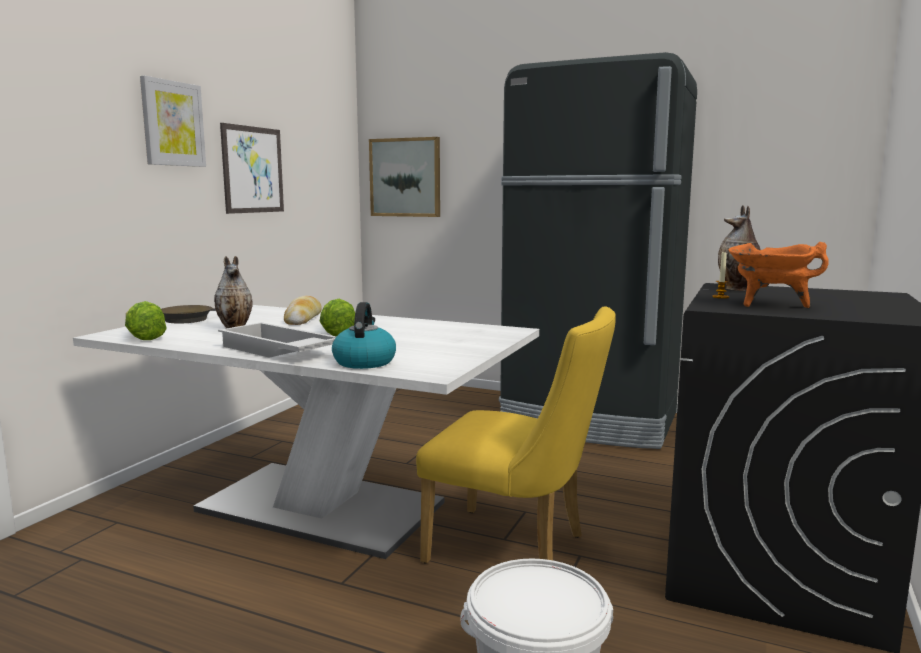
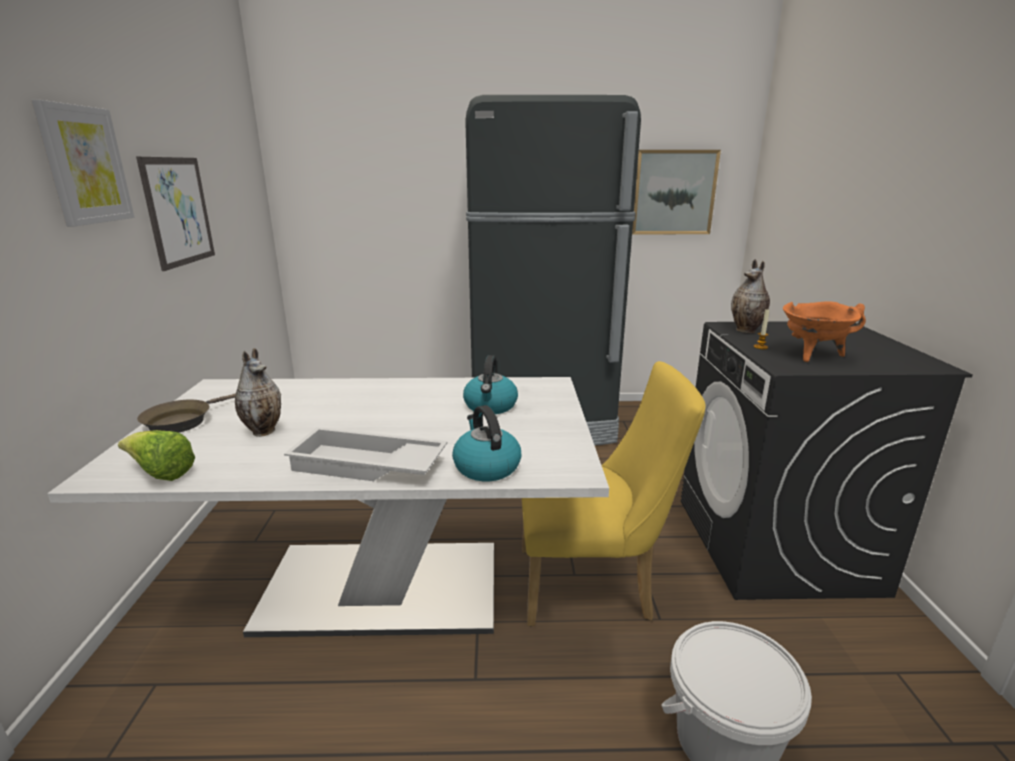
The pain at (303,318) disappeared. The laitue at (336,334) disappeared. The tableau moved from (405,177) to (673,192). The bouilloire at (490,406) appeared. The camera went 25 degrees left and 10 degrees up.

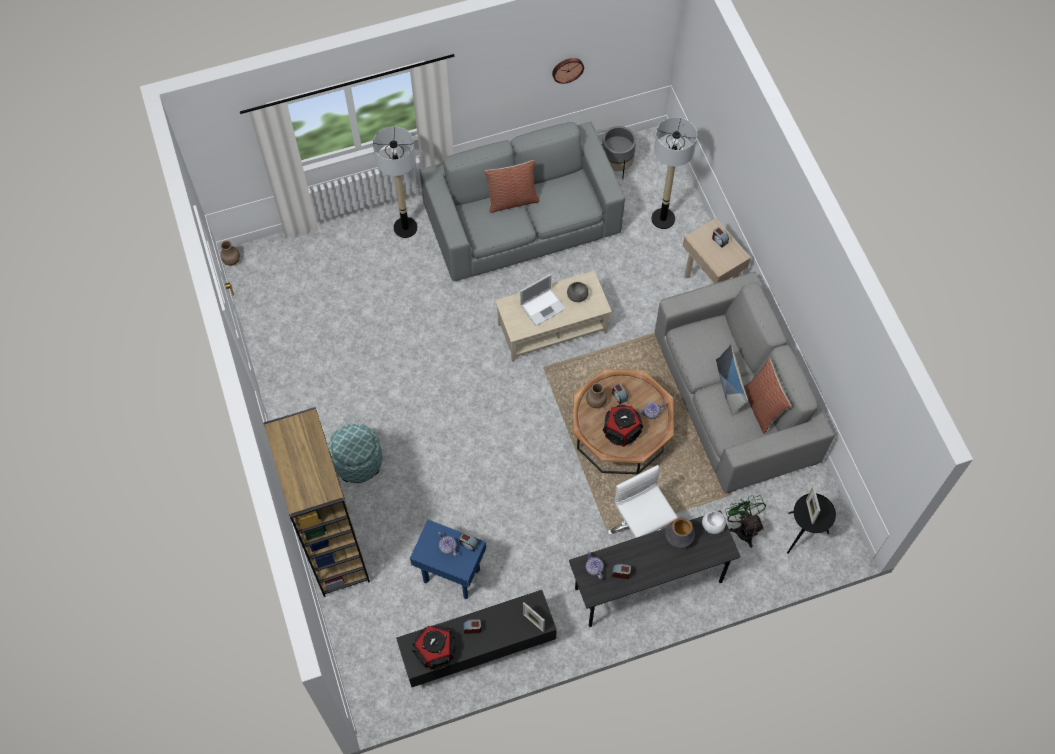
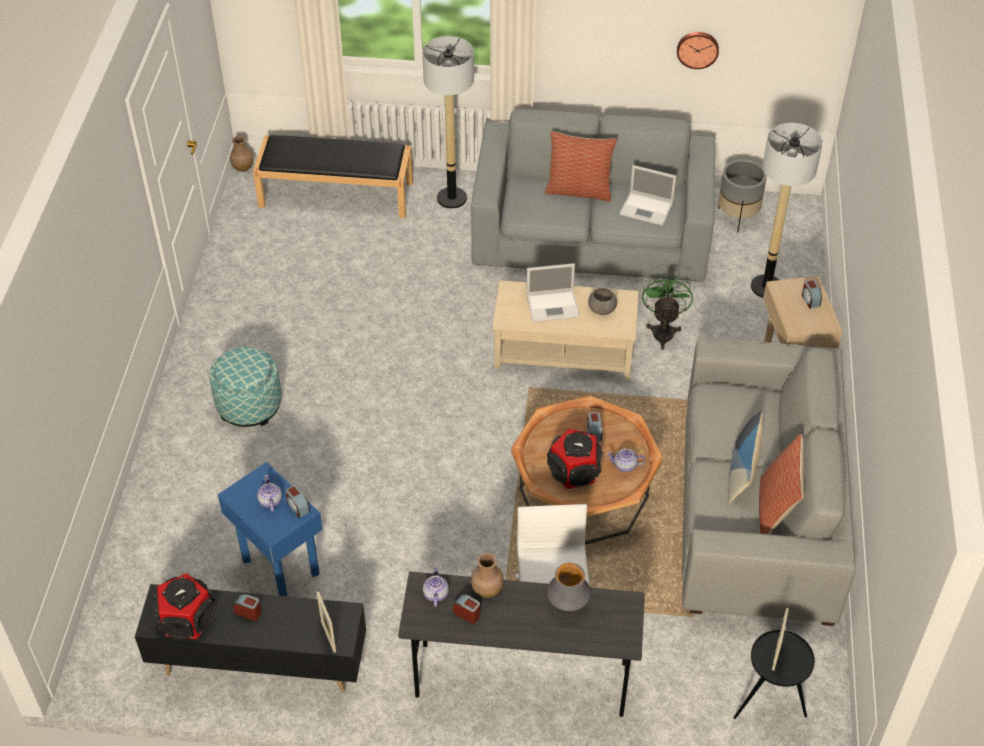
The bibliothèque/marron at (333,547) disappeared. The vase/marron moved from (595,402) to (487,589). The bol/blanc at (712,525) disappeared. The ventilateur/vert moved from (743,528) to (663,330). The banc/noir at (337,194) appeared. The ordinateur portable at (647,209) appeared. The camera went 25 degrees right and 15 degrees down.

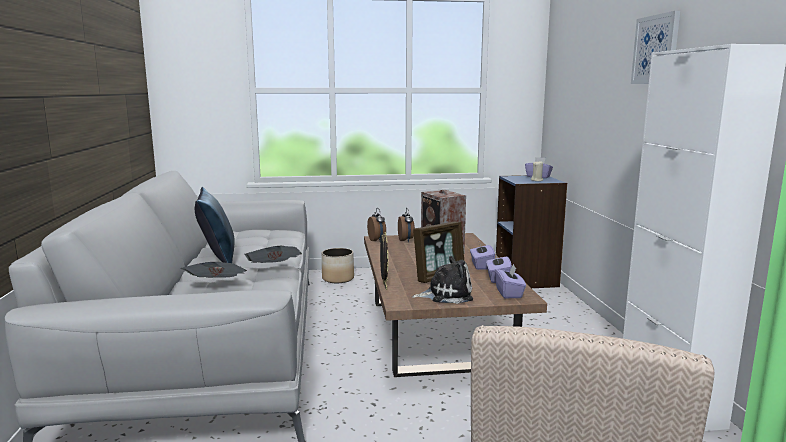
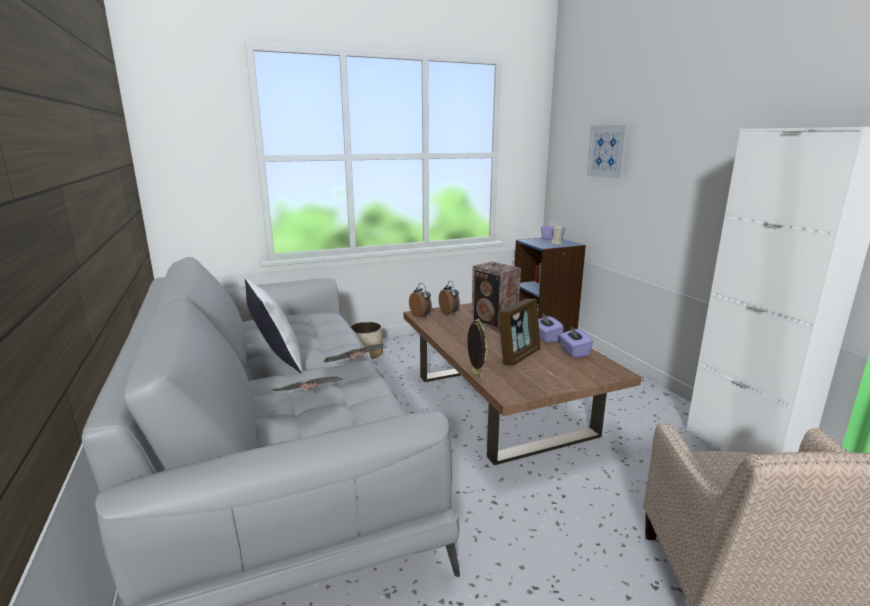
The coussin/bleu at (218,259) became the coussin/blanc at (276,360). The peluche at (446,295) disappeared. The boîte à mouchoirs/violet at (509,293) disappeared. The tableau moved from (656,49) to (608,151). The camera went 15 degrees left and 5 degrees up.

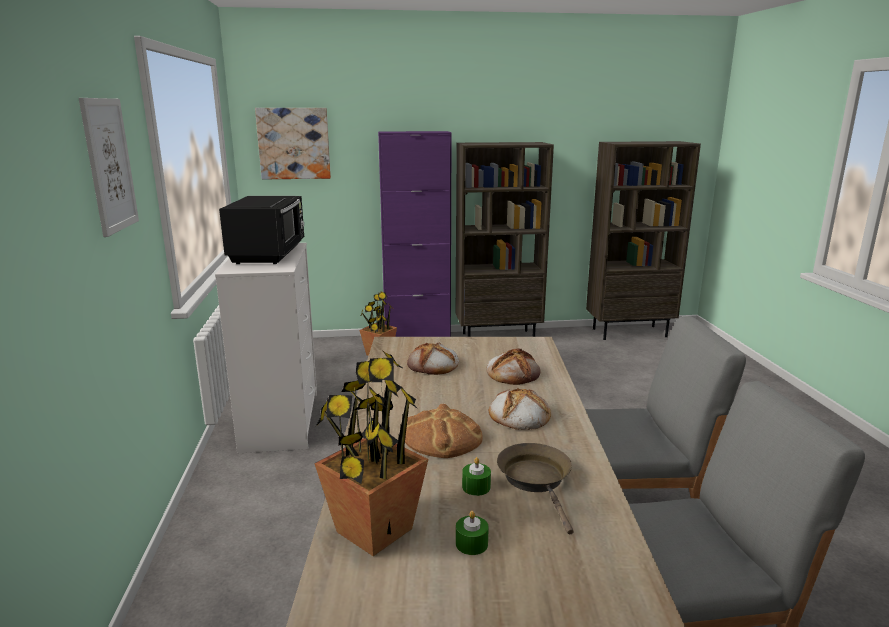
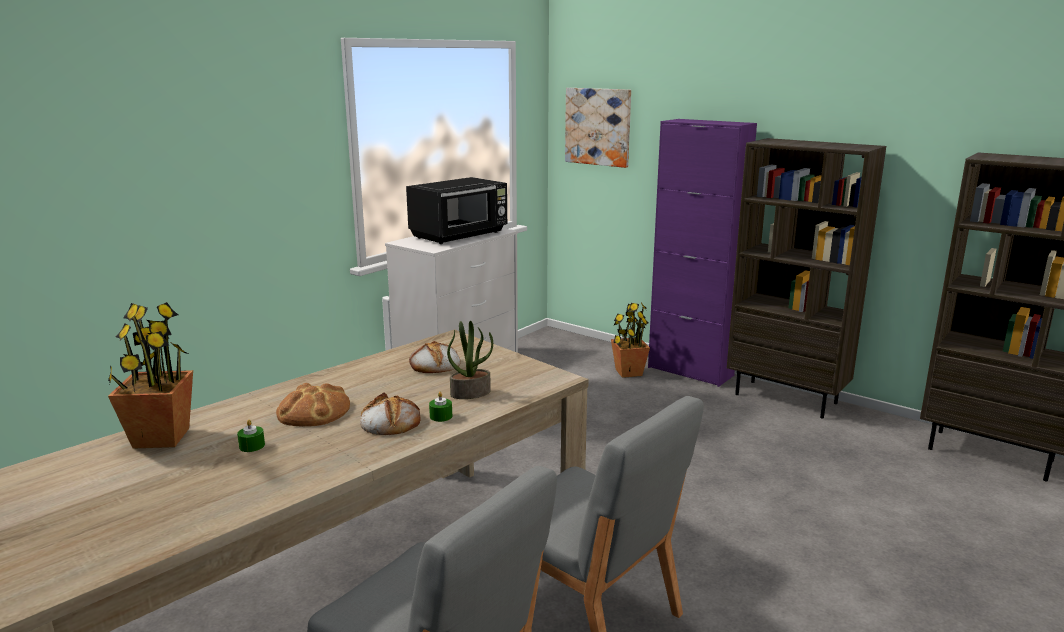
The tableau at (109,165) disappeared. The bougie/vert moved from (471,544) to (441,416). The pain at (513,373) was replaced by the plante en pot at (470,393). The poêle/marron at (536,480) disappeared. The camera went 45 degrees right and 0 degrees up.

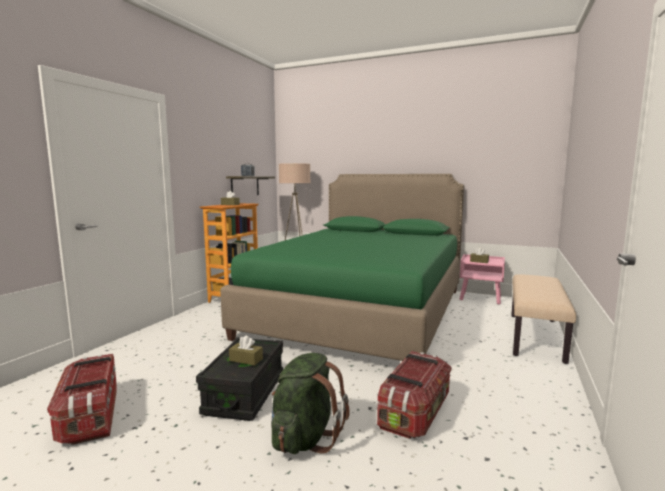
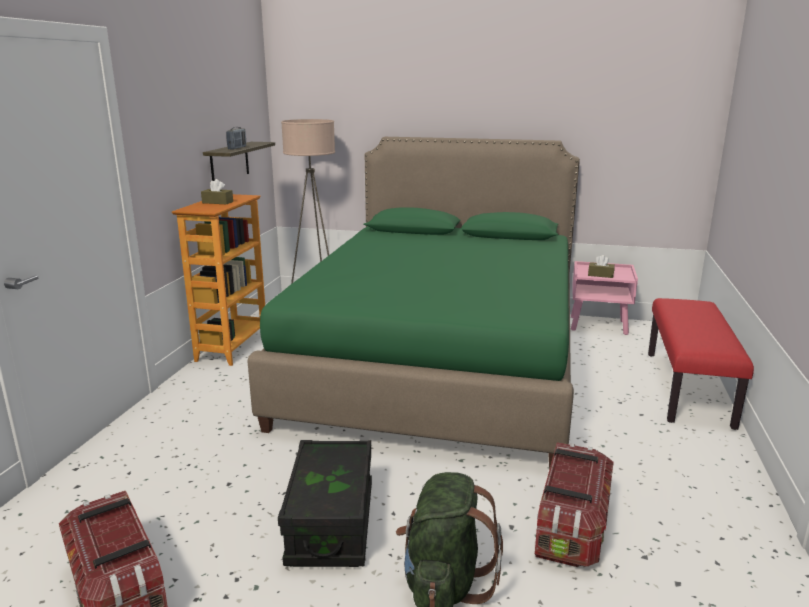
The boîte à mouchoirs/marron at (246,360) disappeared. The banc/beige at (536,337) became the banc/rouge at (688,388). The camera went 10 degrees left and 10 degrees up.

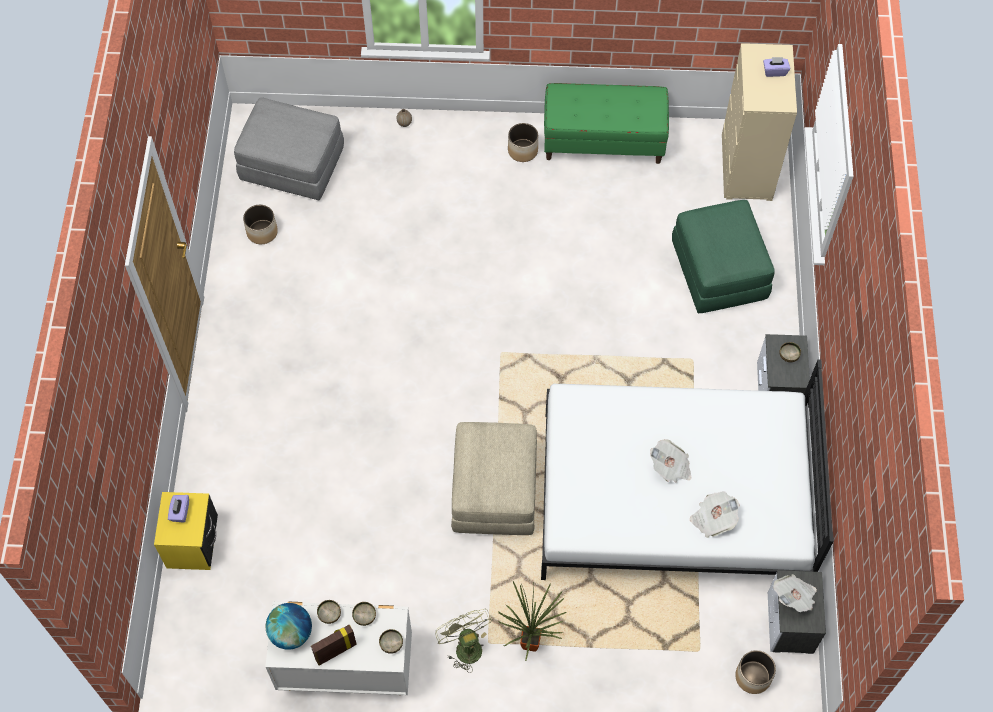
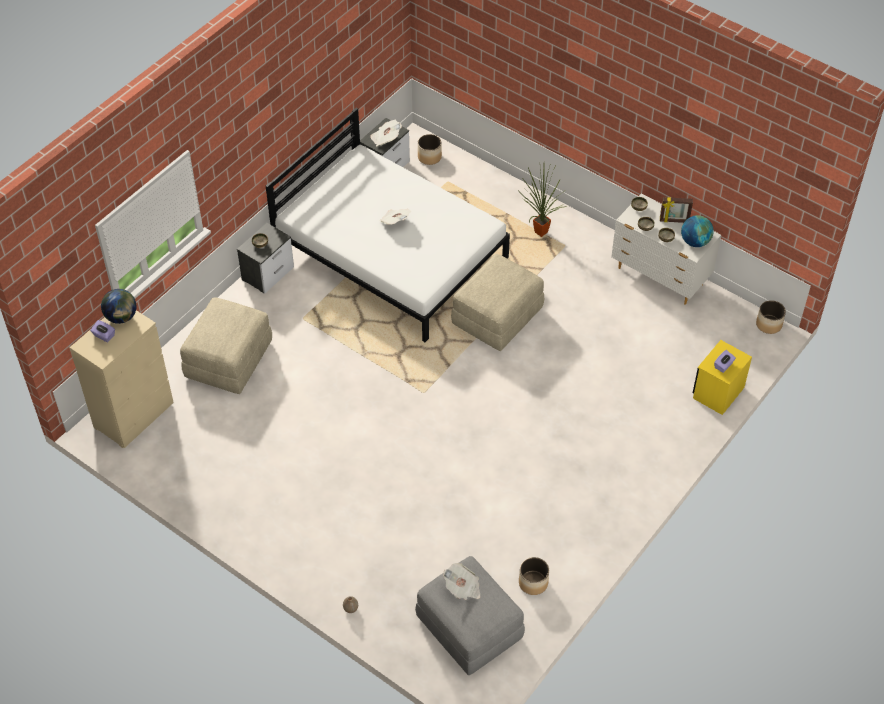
The ventilateur/vert at (465,646) disappeared. The cache-pot moved from (522,150) to (769,325). The banc/vert at (603,141) disappeared. The pouf/vert at (719,271) became the pouf/beige at (228,359). The journal moved from (713,519) to (462,588). The globe at (121,317) appeared. The camera went 145 degrees left and 10 degrees down.

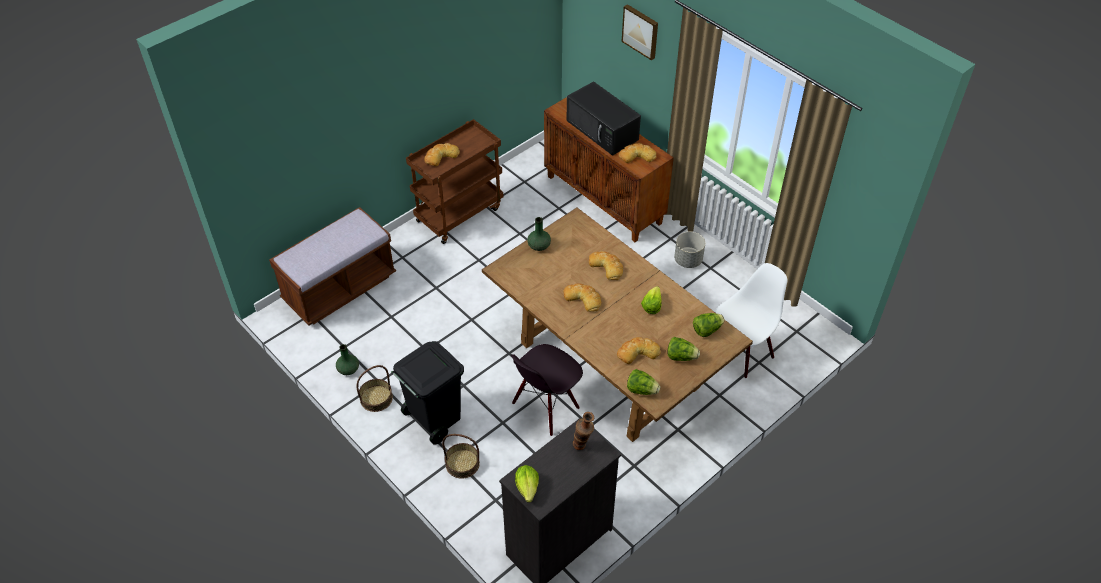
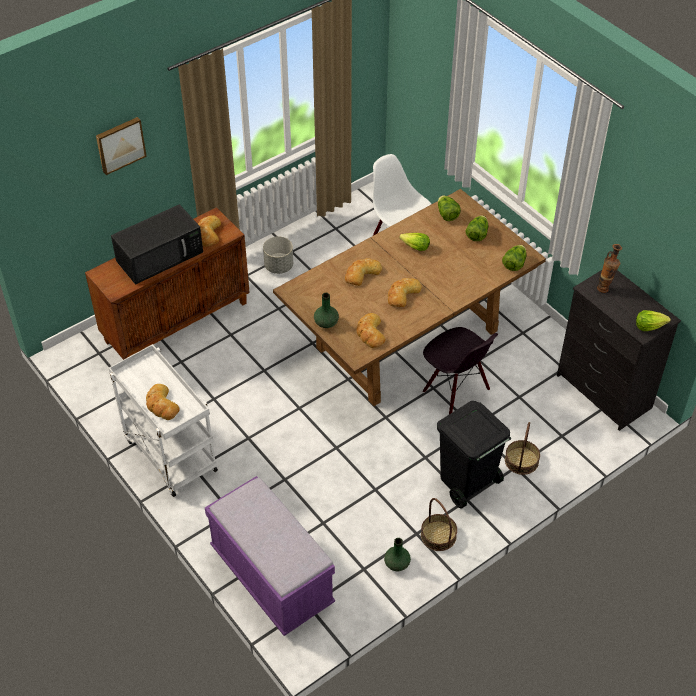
The banc/marron at (339,288) became the banc/violet at (271,577). The chariot/marron at (459,213) became the chariot/blanc at (169,454). The pain moved from (637,352) to (370,333). The camera went 85 degrees left and 0 degrees up.

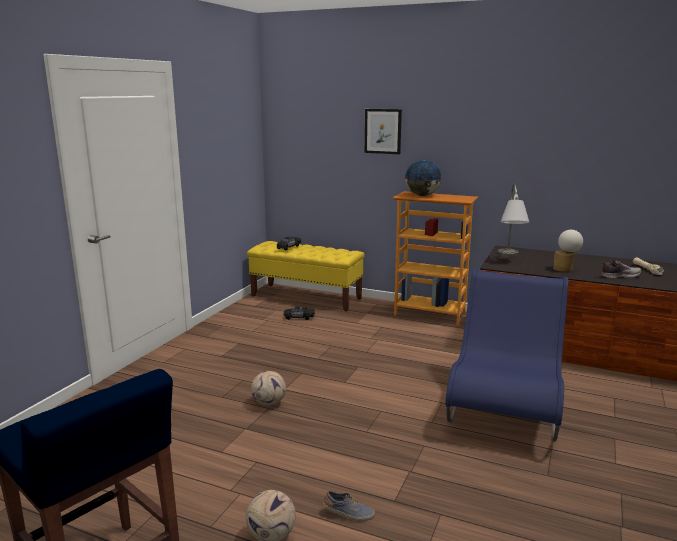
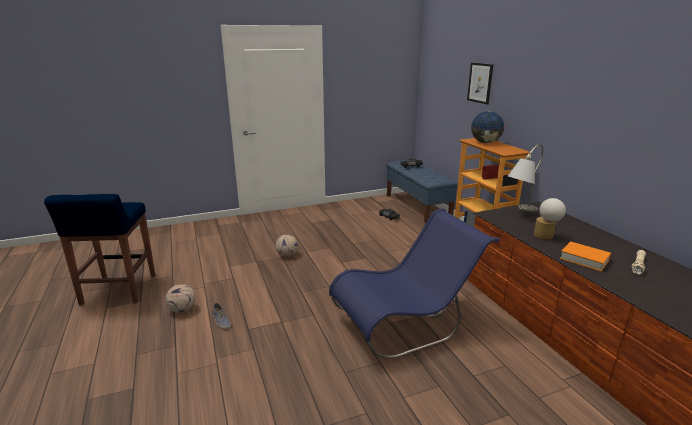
The banc/jaune at (306,297) became the banc/bleu at (417,206). The chaussure at (619,276) was replaced by the livre/orange at (584,259). The camera went 45 degrees right and 5 degrees up.

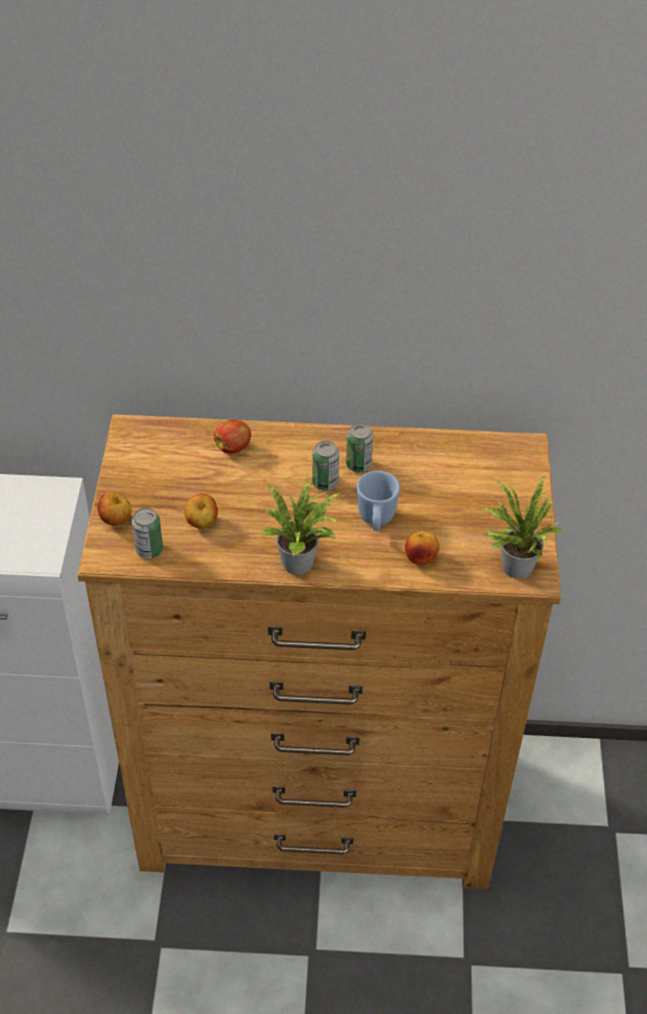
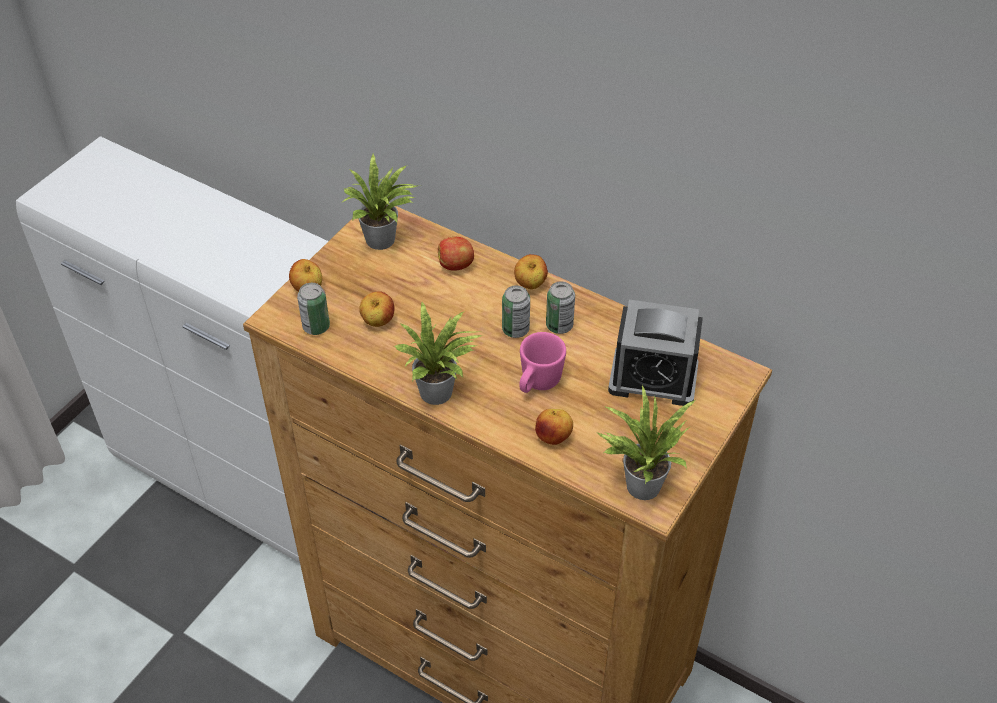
The mug/bleu at (376,520) became the mug/rose at (537,384). The plante en pot at (384,241) appeared. The pomme at (530,285) appeared. The réveil at (653,377) appeared. The camera went 30 degrees right and 0 degrees up.

